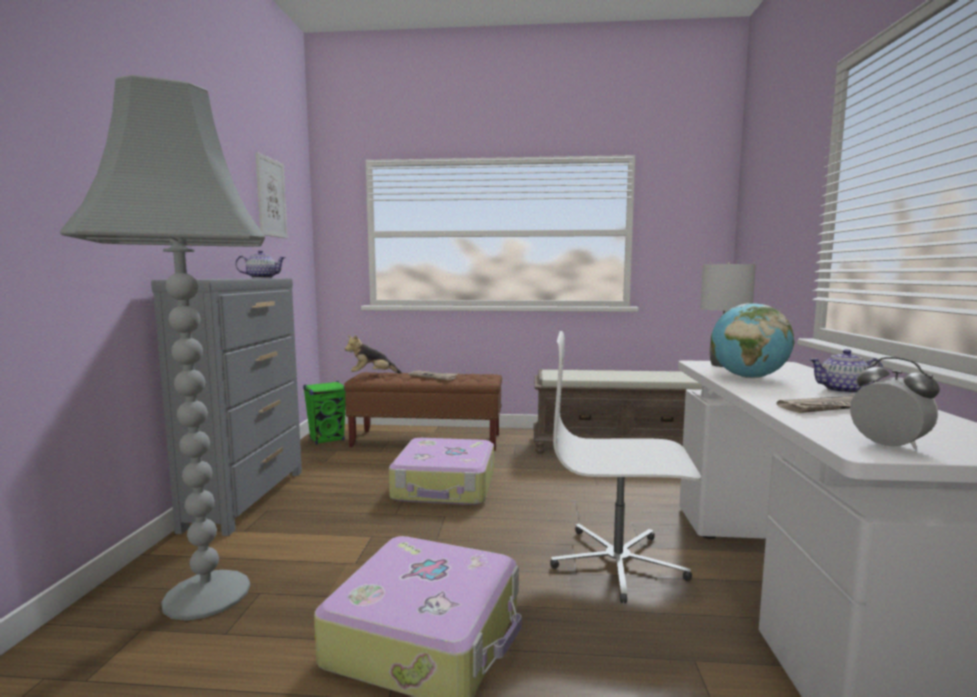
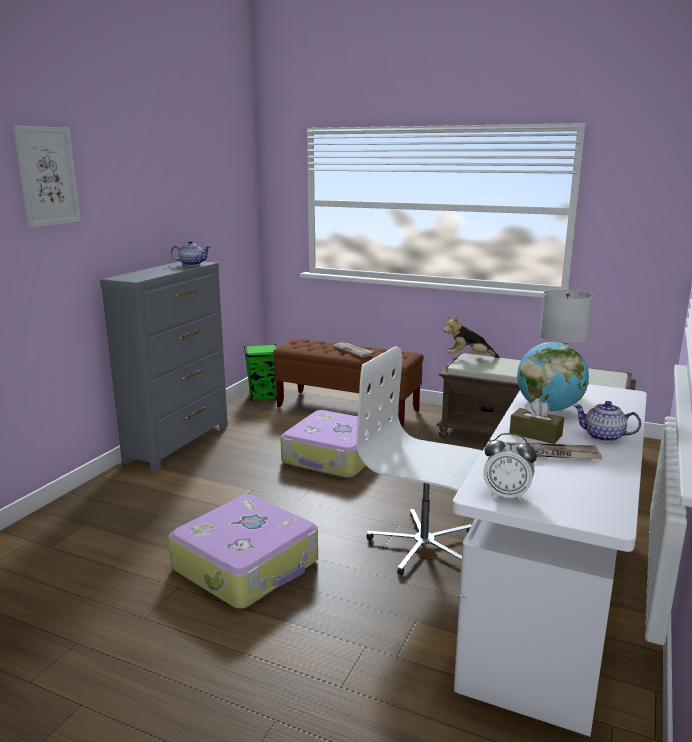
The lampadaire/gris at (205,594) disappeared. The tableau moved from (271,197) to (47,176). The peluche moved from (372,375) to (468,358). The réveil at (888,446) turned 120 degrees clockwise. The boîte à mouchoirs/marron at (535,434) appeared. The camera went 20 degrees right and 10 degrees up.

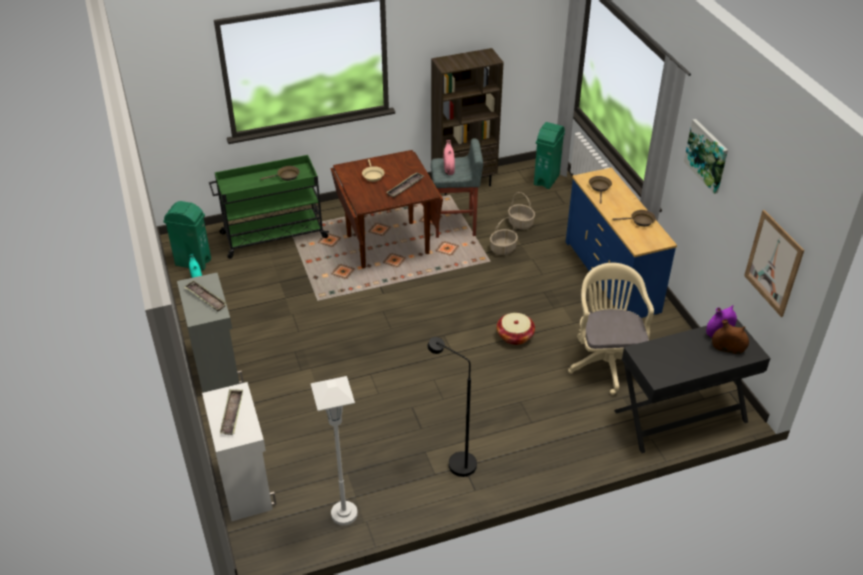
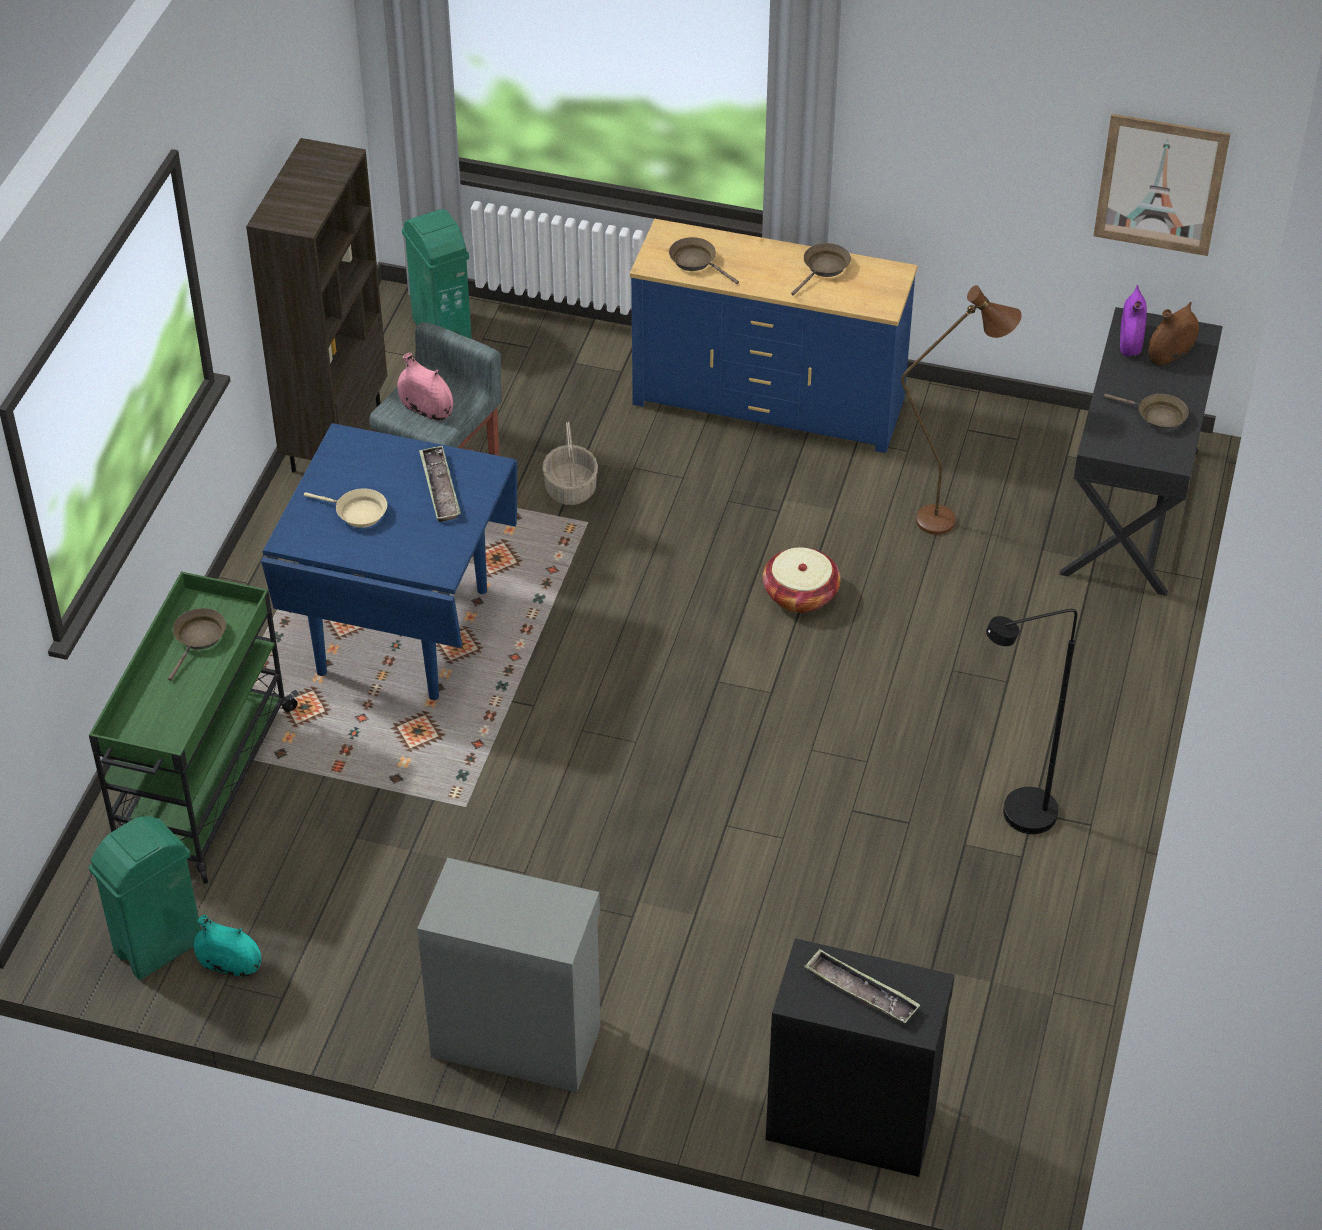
The plateau at (205,298) disappeared. The meuble de rangement/blanc at (246,485) became the meuble de rangement/noir at (850,1120). The lampadaire/blanc at (344,514) disappeared. The table à manger/marron at (388,245) became the table à manger/bleu at (405,631). The panier at (520,223) disappeared. The chaise de bureau/beige at (606,360) was replaced by the lampadaire/marron at (950,521). The tableau at (707,155) disappeared. The poêle/marron at (1157,416) appeared. The camera went 55 degrees left and 5 degrees up.

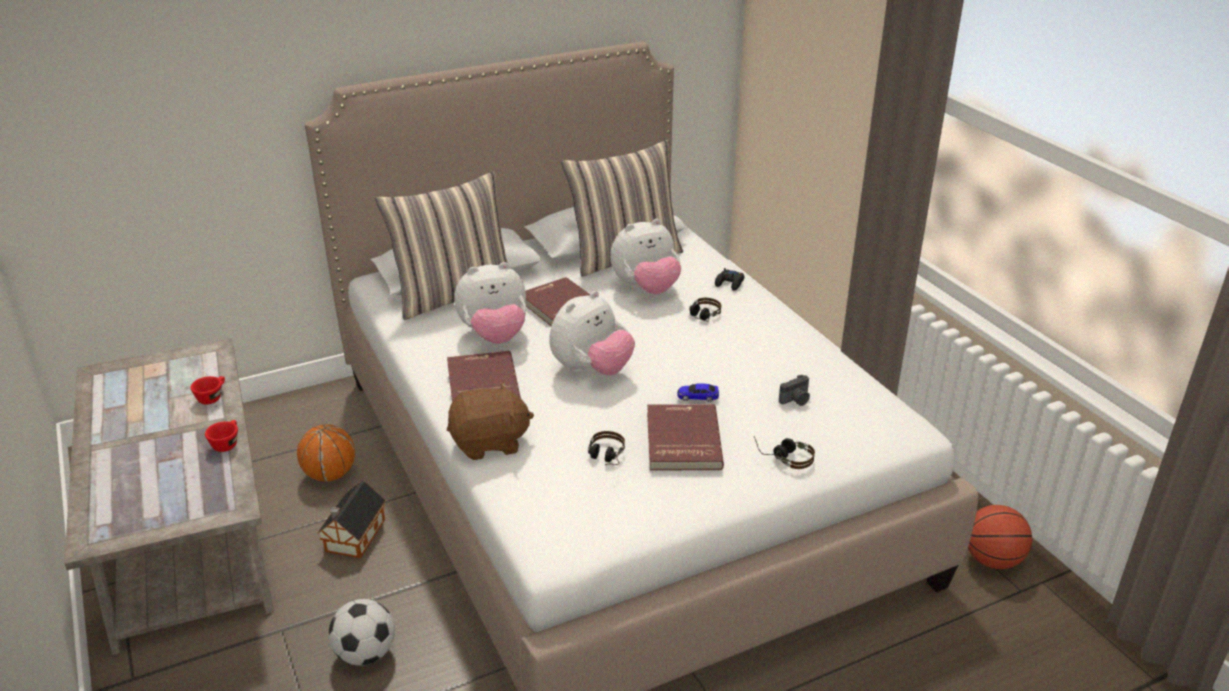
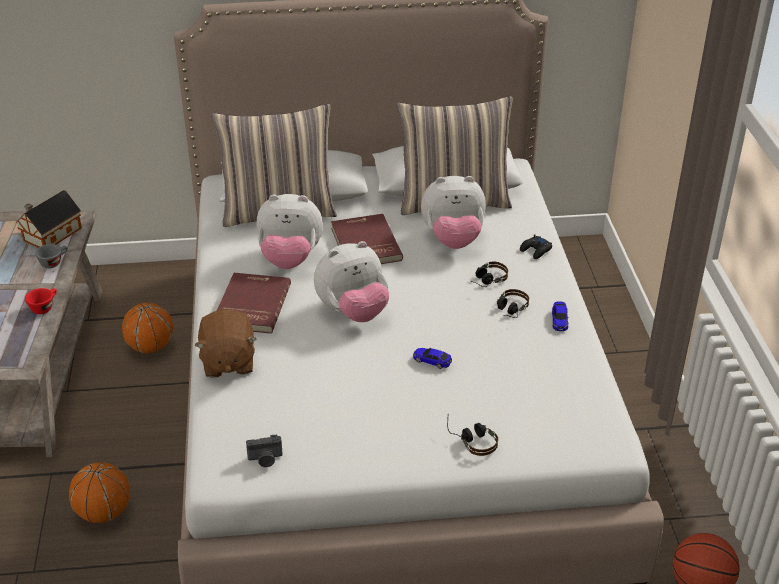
The tasse/rouge at (212,397) became the tasse/gris at (54,262). The maison miniature moved from (353,537) to (50,235). The ballon de foot at (365,654) was replaced by the ballon de basket at (104,512). The peluche/marron at (490,443) turned 75 degrees clockwise. The casque audio moved from (605,458) to (509,311). The livre/rouge at (681,440) disappeared. The appareil photo moved from (796,400) to (265,459). The petite voiture at (559,320) appeared. The camera went 20 degrees right and 5 degrees up.

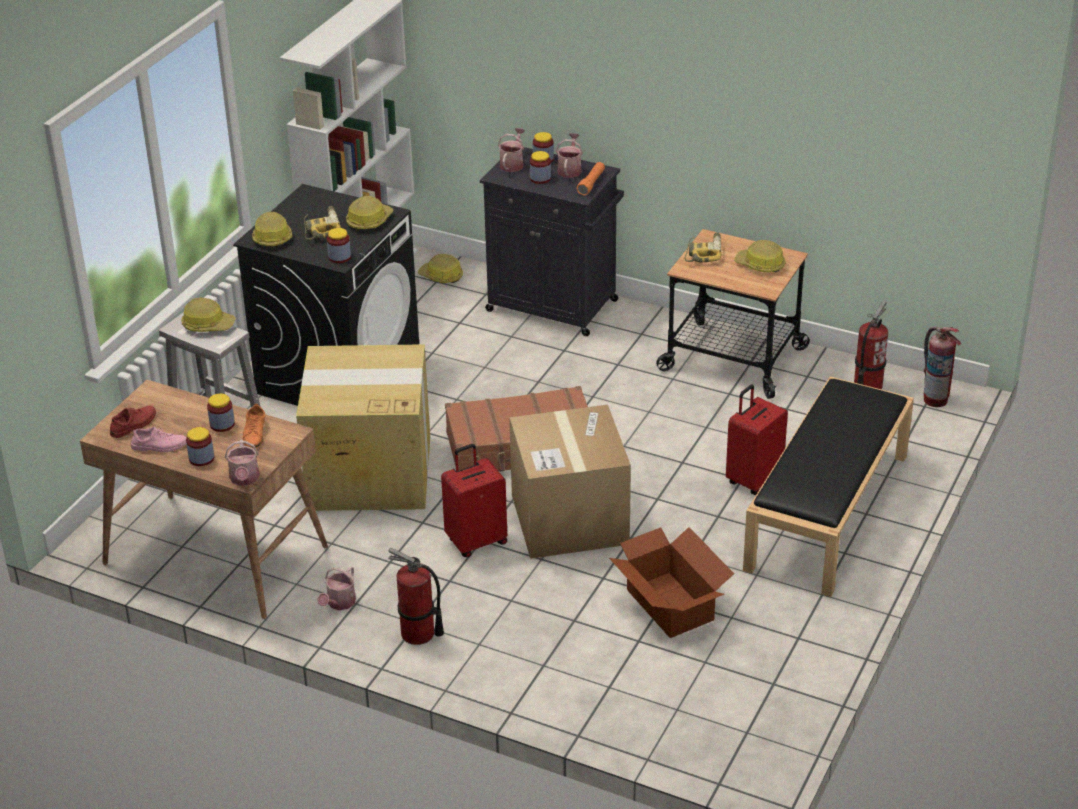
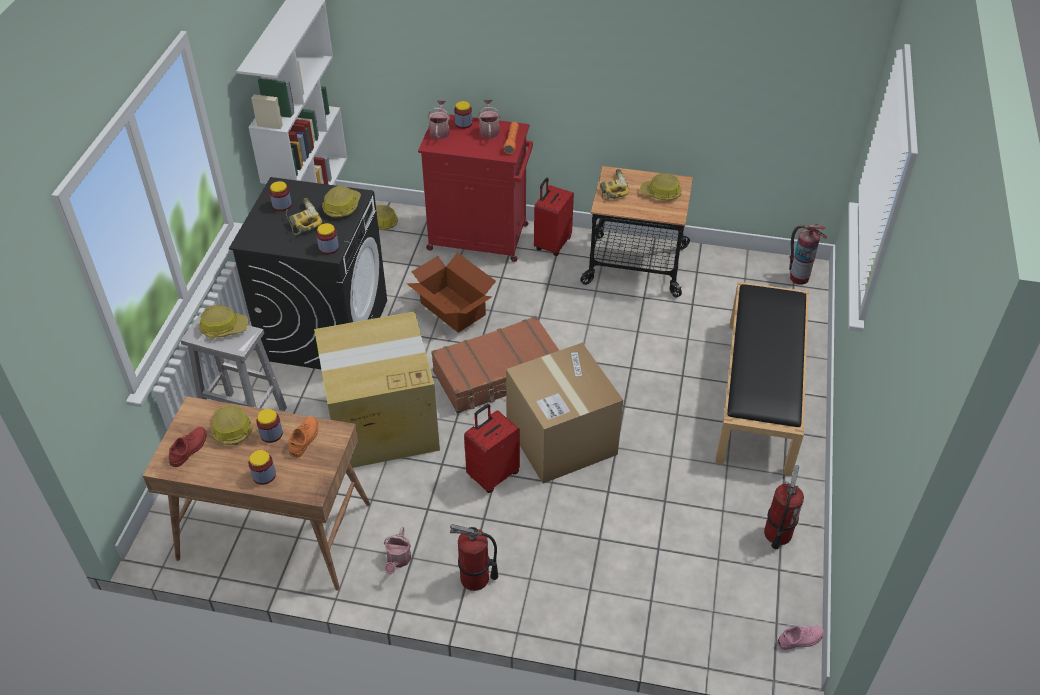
The chaussure/rose moved from (159,446) to (800,639). The arrosoir at (244,479) disappeared. The chaussure/orange at (254,433) turned 150 degrees counterclockwise. The casque de chantier moved from (272,237) to (231,428). The meuble de rangement/noir at (554,306) became the meuble de rangement/rouge at (480,238). The bocal moved from (540,178) to (282,205). The carton moved from (669,606) to (452,309). The valise/rouge moved from (753,479) to (552,244). The extincteur moved from (867,386) to (777,534). The camera went 15 degrees left and 10 degrees up.

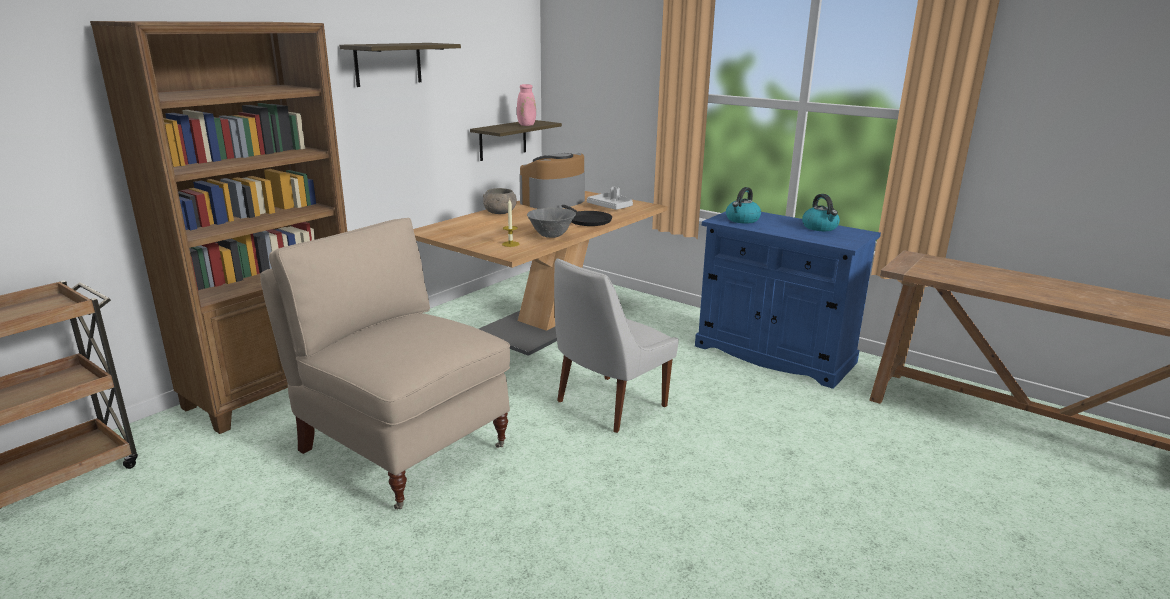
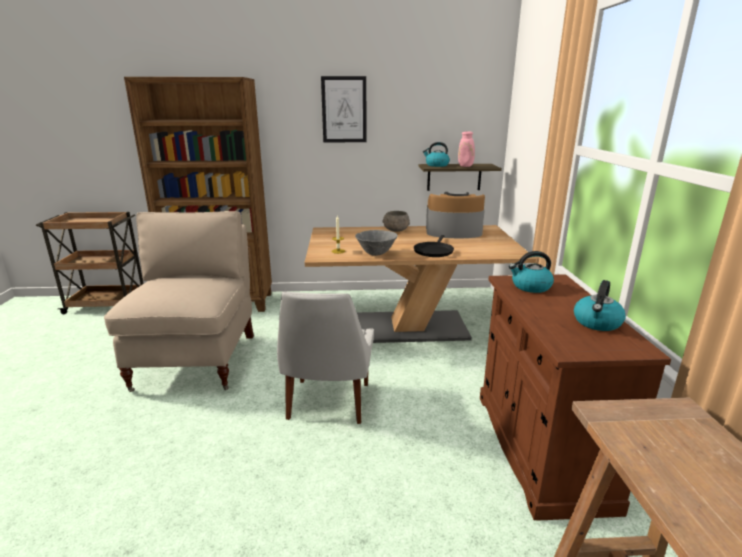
The étagère at (388,64) was replaced by the tableau at (344,110). The chaise/blanc at (608,405) turned 90 degrees counterclockwise. The plateau/gris at (611,207) disappeared. The meuble de rangement/bleu at (774,354) became the meuble de rangement/marron at (540,447). The bouilloire at (436,165) appeared. The camera went 50 degrees right and 0 degrees up.

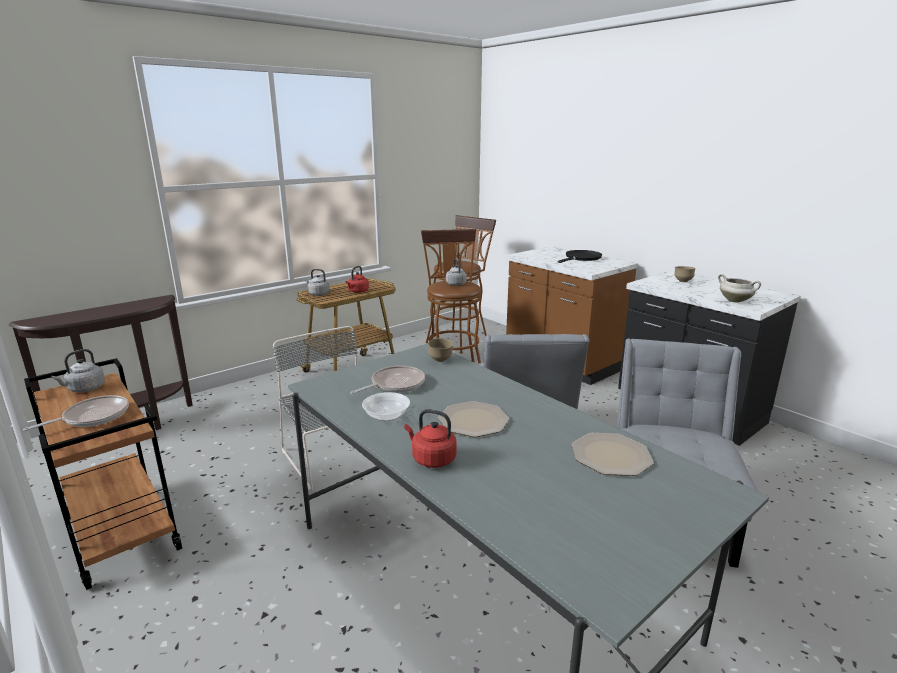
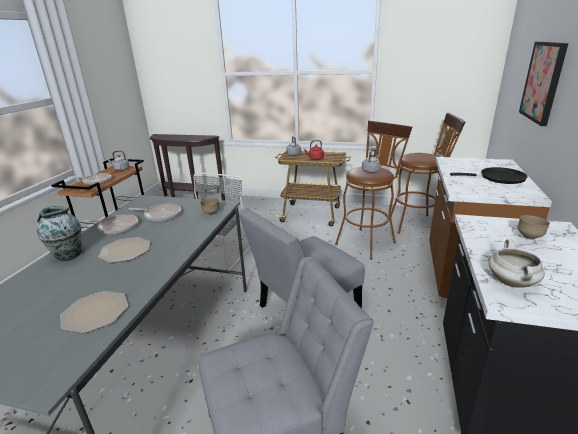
The bol at (386,416) was replaced by the poêle at (116,227). The bouilloire/rouge at (431,459) was replaced by the vase at (68,255). The tableau at (543,82) appeared. The camera went 55 degrees right and 5 degrees up.

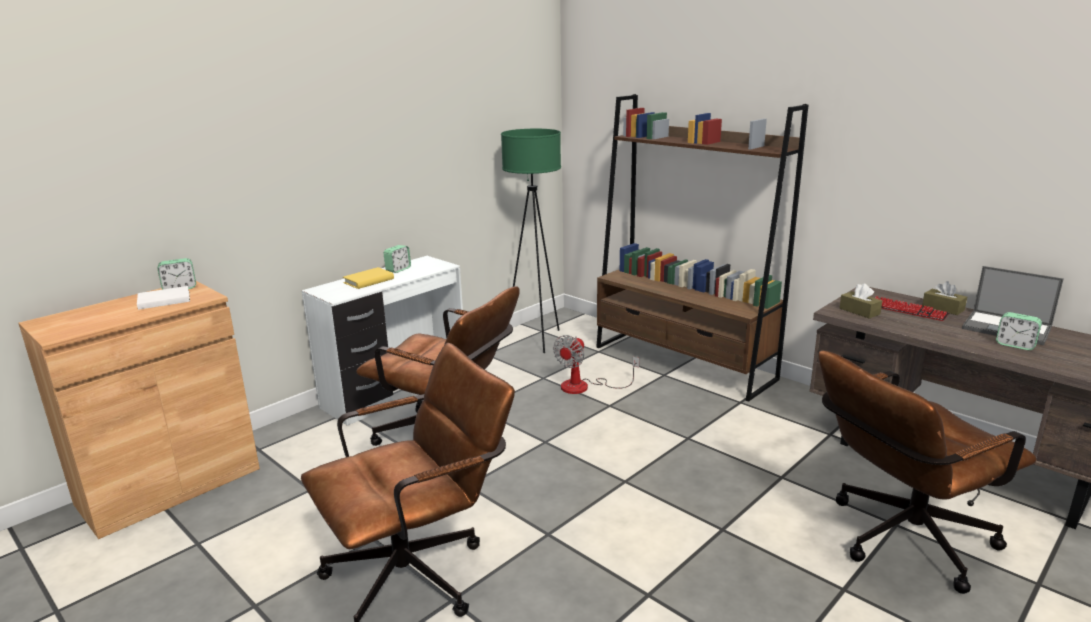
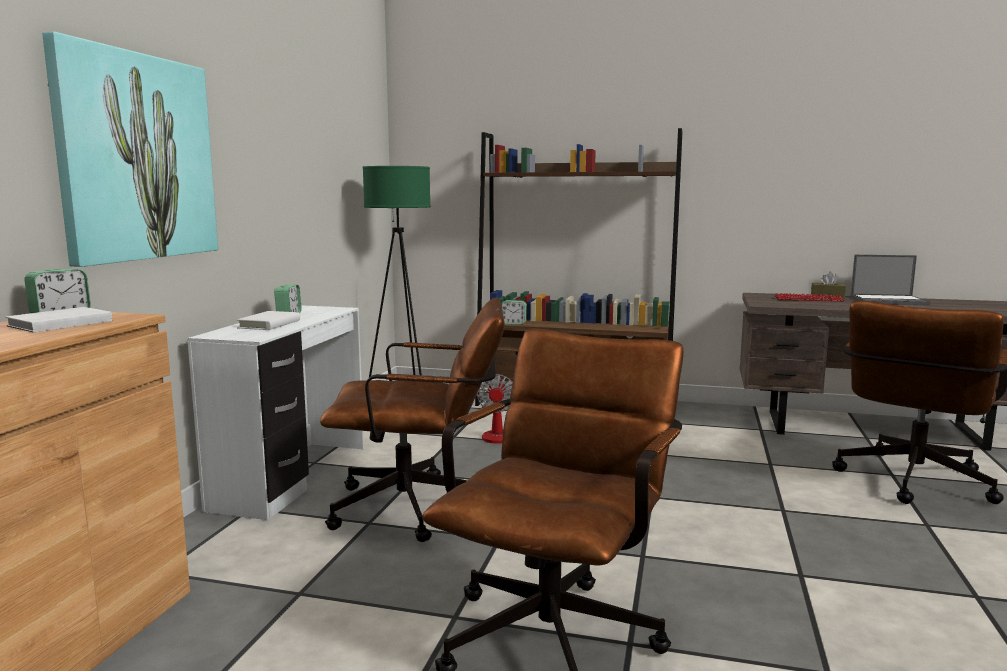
The livre/jaune at (369,281) became the livre/blanc at (269,324). The boîte à mouchoirs/marron at (859,311) disappeared. The réveil moved from (1015,345) to (513,323). The tableau at (137,157) appeared. The camera went 30 degrees left and 10 degrees down.

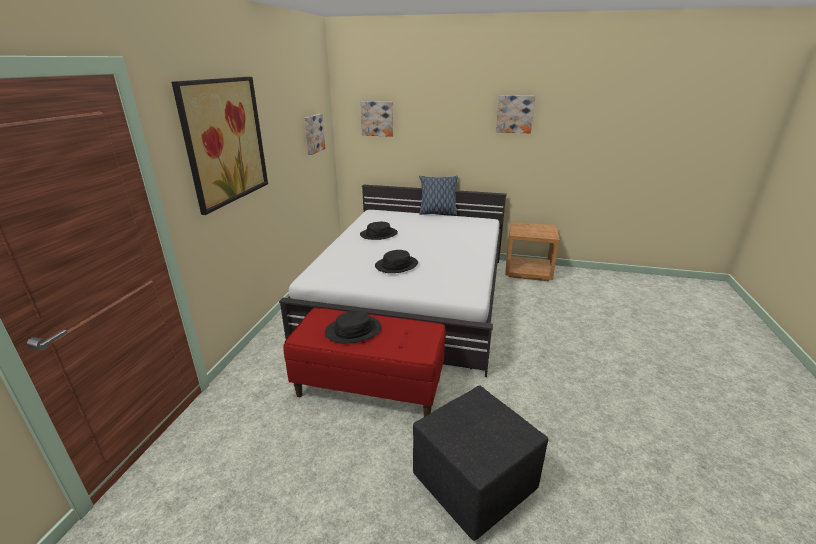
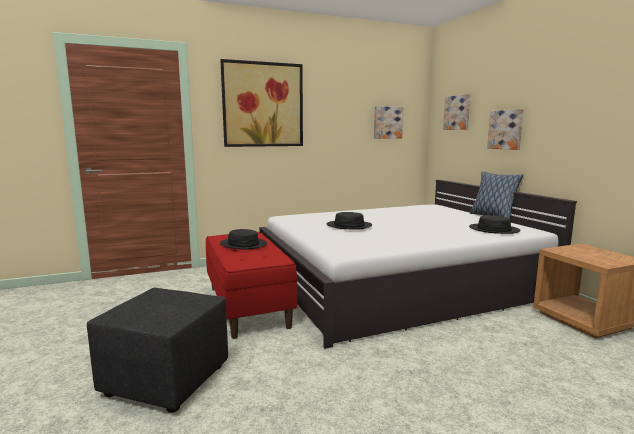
The chapeau/noir moved from (378,234) to (494,229). The tableau moved from (515,114) to (506,129). The camera went 55 degrees right and 15 degrees down.

